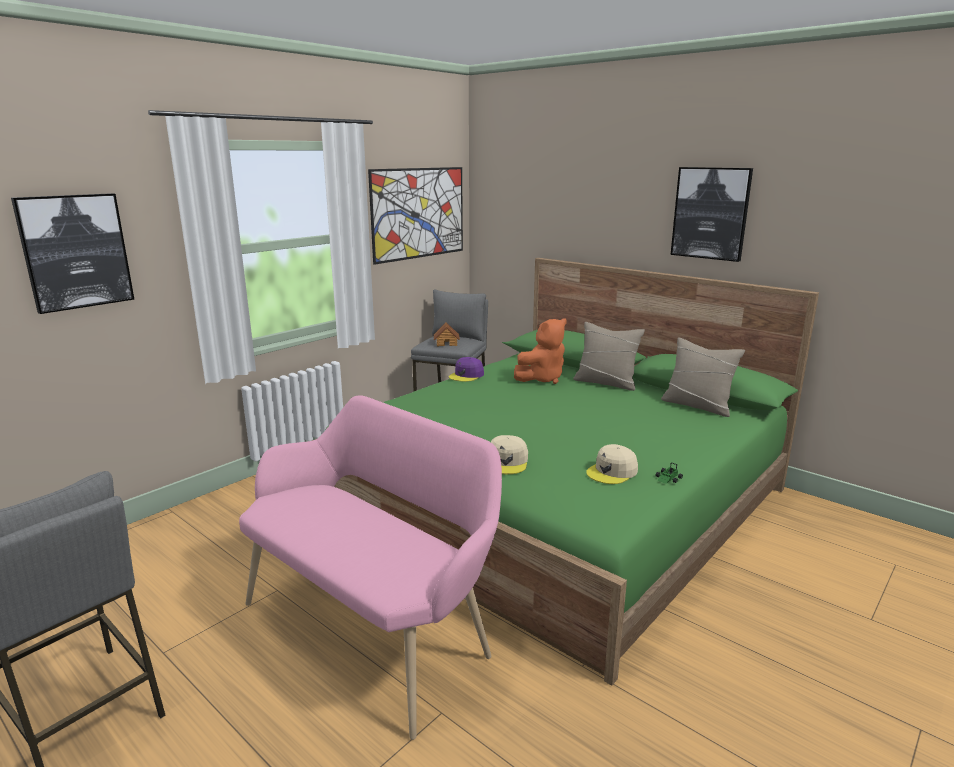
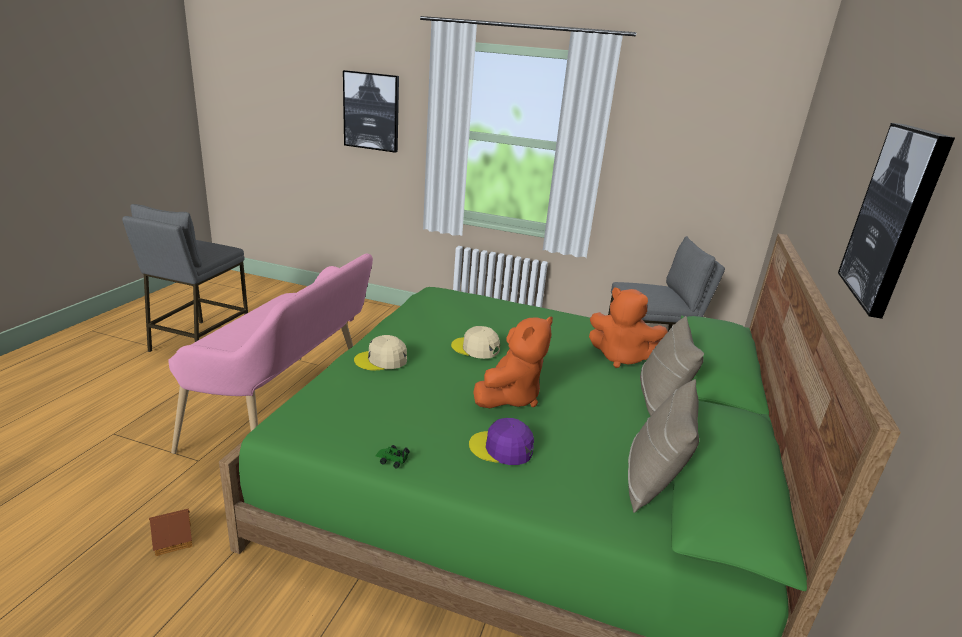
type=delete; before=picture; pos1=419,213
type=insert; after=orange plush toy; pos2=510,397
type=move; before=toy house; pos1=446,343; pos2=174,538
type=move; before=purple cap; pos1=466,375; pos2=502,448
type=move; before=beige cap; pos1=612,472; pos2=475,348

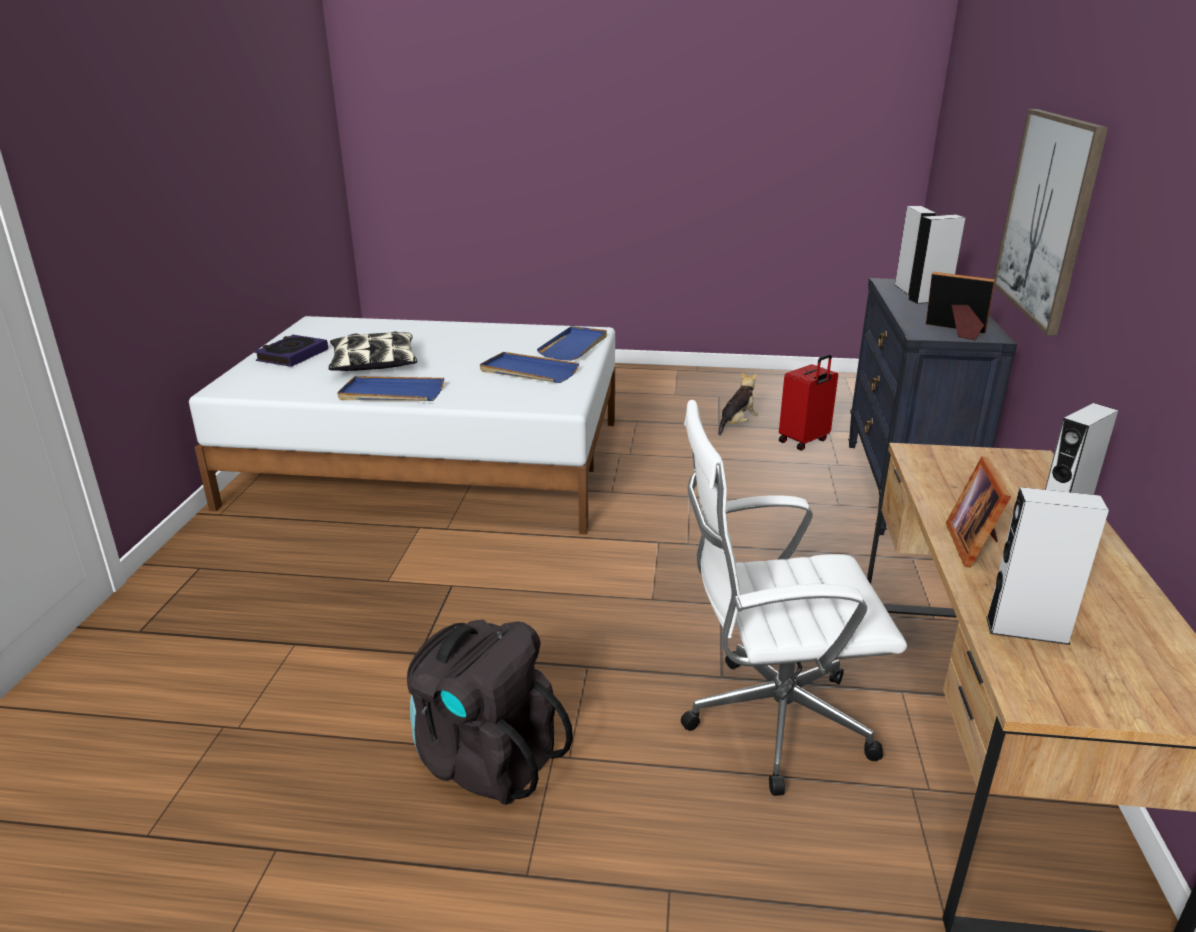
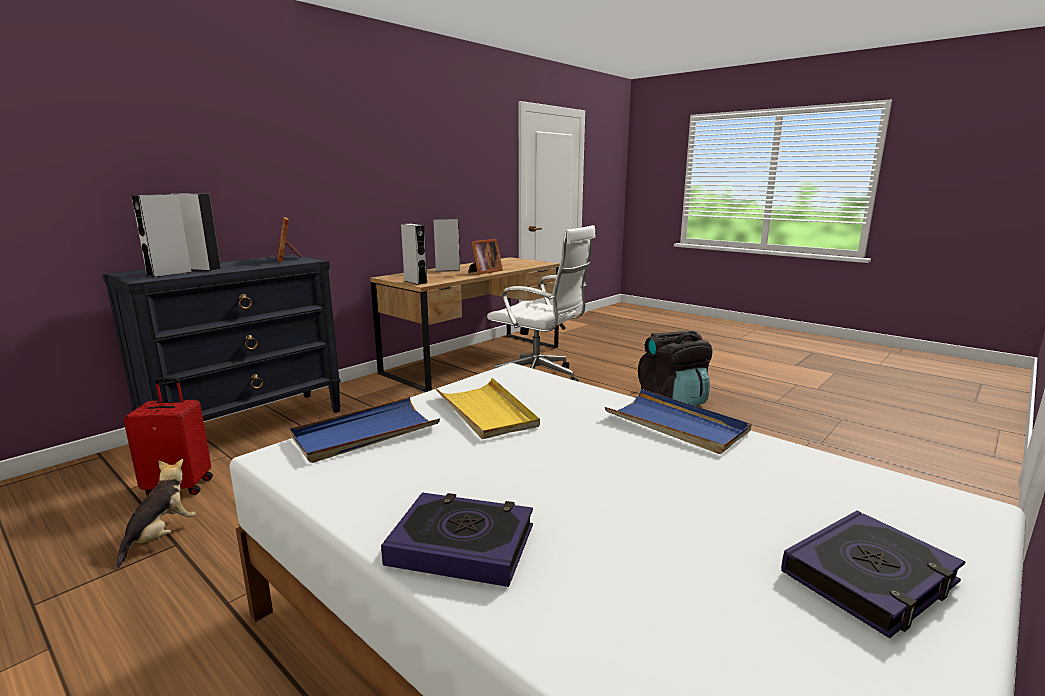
type=delete; before=pillow; pos1=374,363
type=delete; before=picture; pos1=1046,217
type=insert; after=book; pos2=462,545
type=move; before=grey speaker; pos1=1027,630; pos2=415,282
type=recolor; before=blue tray; after=yellow tray; pos1=528,371; pos2=486,411
type=rotate; before=plush toy; pos1=736,424; pos2=160,536; turn=120

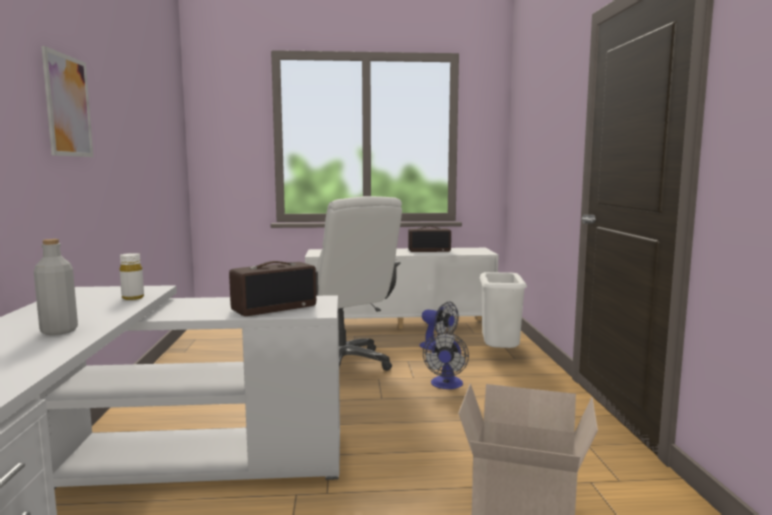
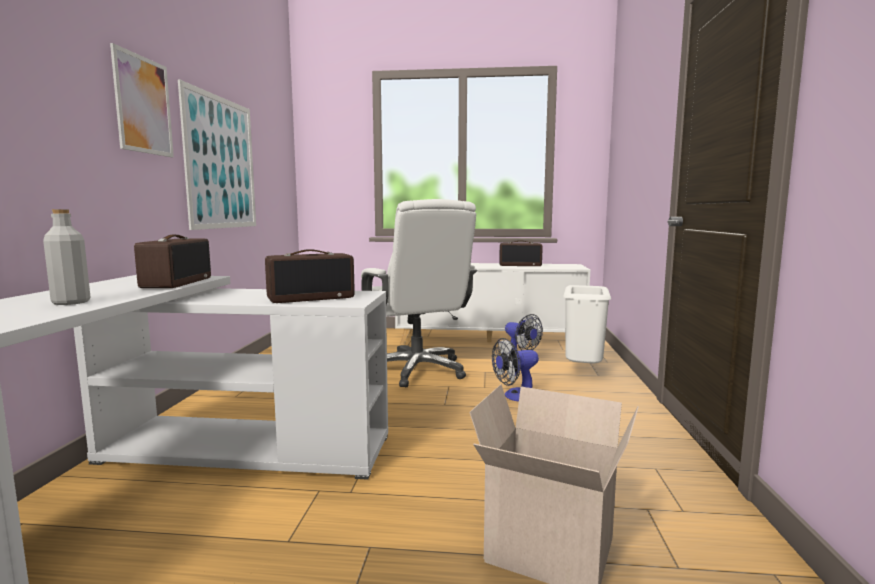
type=insert; after=picture; pos2=221,163
type=replace; before=white bottle; after=radio; pos1=133,298; pos2=176,282
type=rotate; before=fan; pos1=446,385; pos2=516,396; turn=45

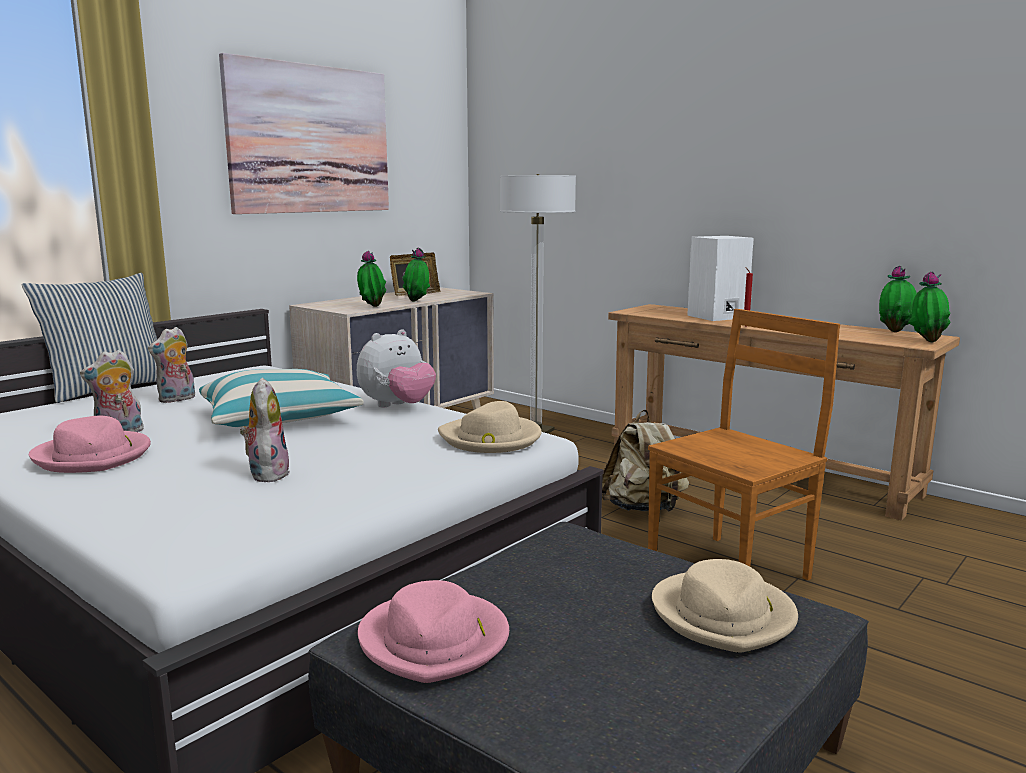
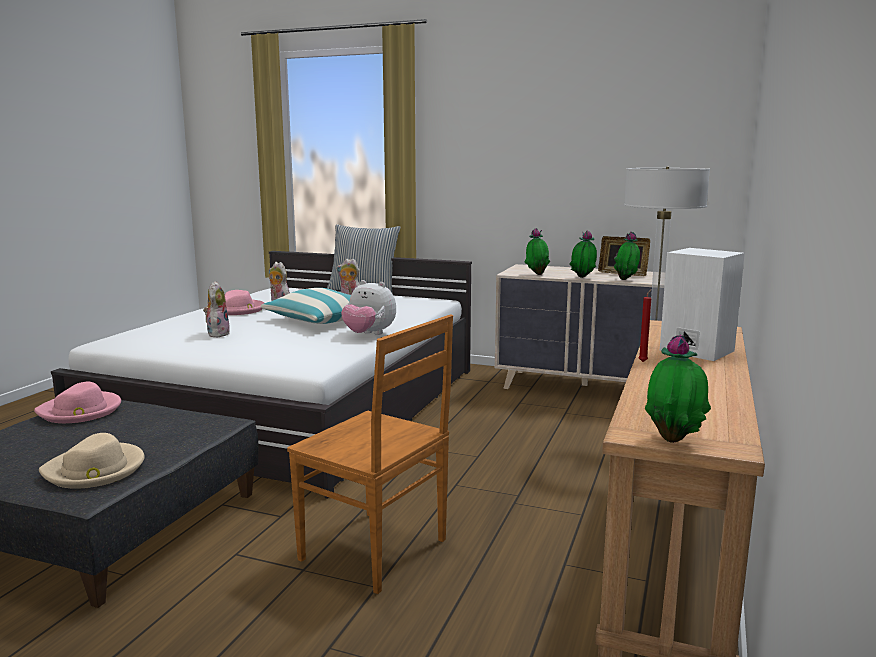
type=delete; before=picture; pos1=310,139
type=delete; before=beige hat; pos1=490,439
type=delete; before=beige backpack; pos1=643,509
type=move; before=potted plant; pos1=895,331; pos2=626,280
type=rotate; before=plush toy; pos1=267,473; pos2=217,334; turn=-60

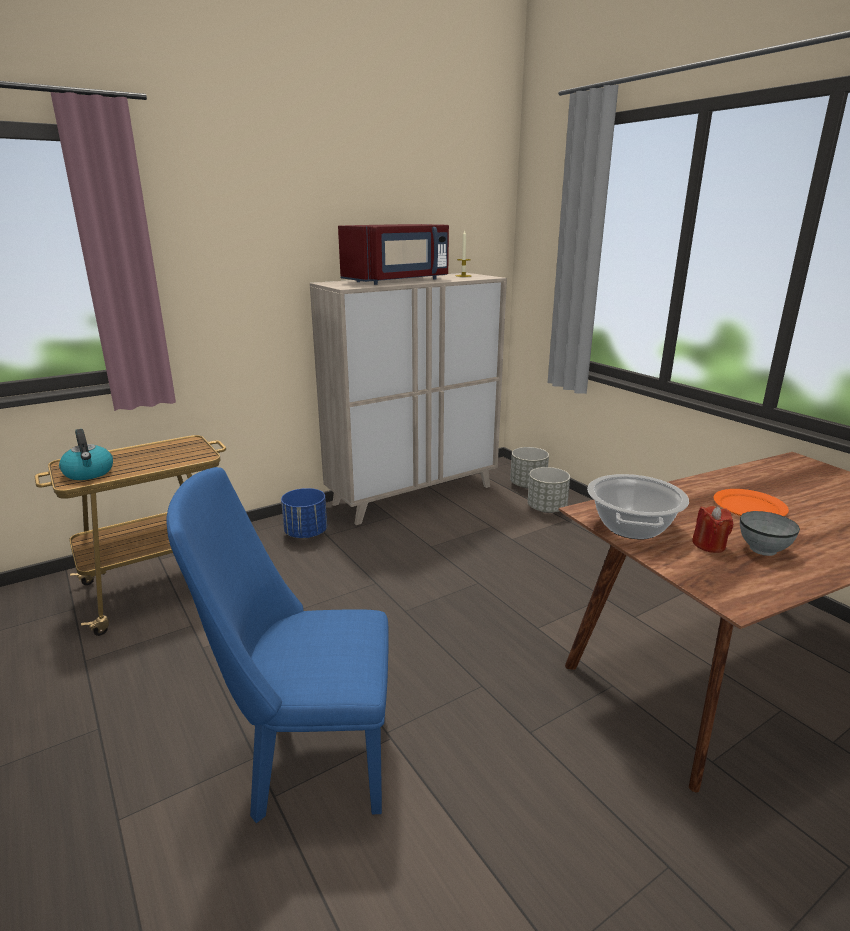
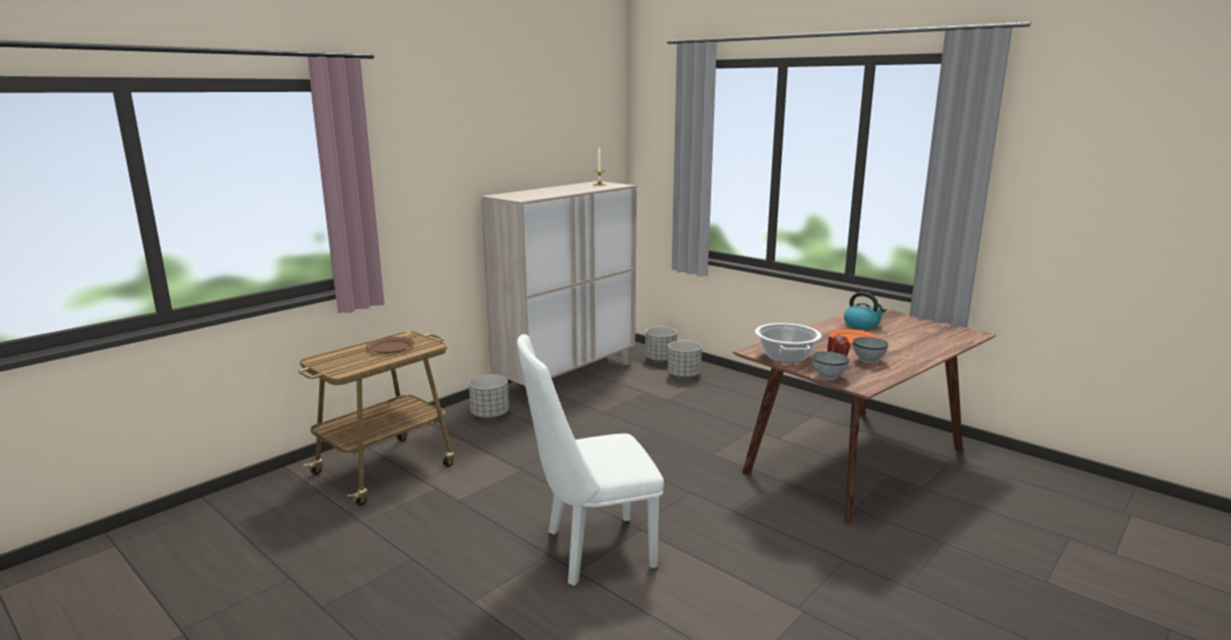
type=delete; before=red microwave; pos1=398,281
type=insert; after=brown plate; pos2=390,347
type=insert; after=grey bowl; pos2=828,376
type=move; before=kettle; pos1=89,473; pos2=862,325
type=recolor; before=blue chair; after=white chair; pos1=309,762; pos2=590,551
type=recolor; before=blue planter; after=grey planter; pos1=306,533; pos2=490,415

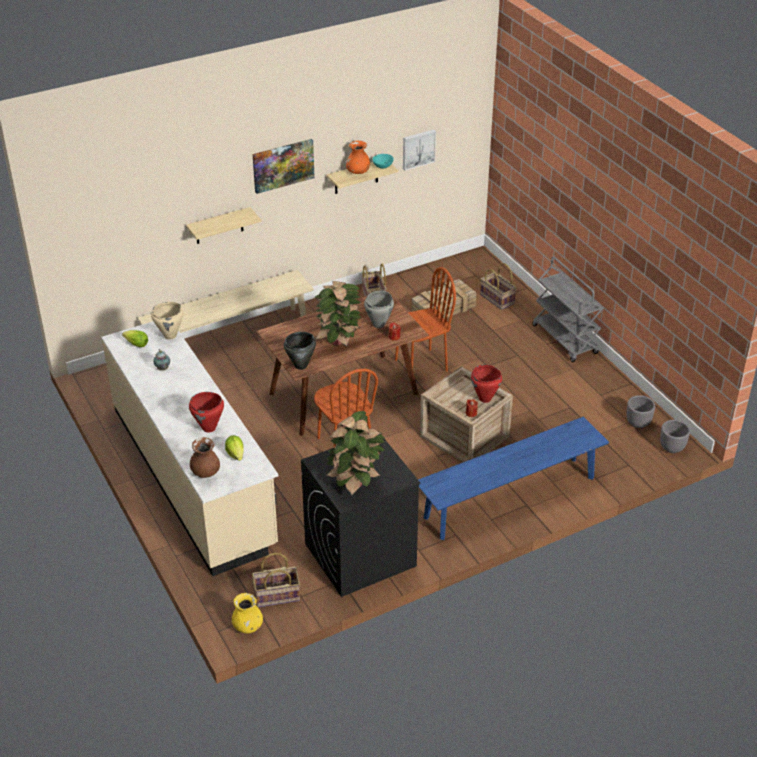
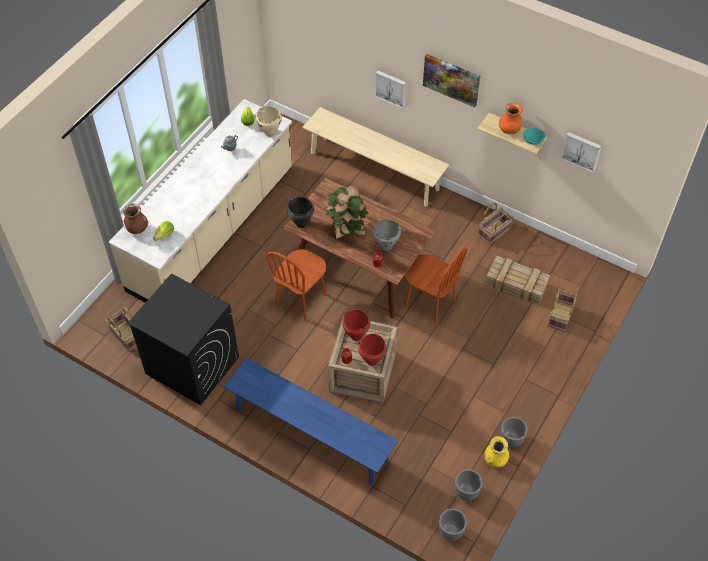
type=delete; before=potted plant; pos1=355,483
type=delete; before=grey cart; pos1=565,339
type=insert; after=grey planter; pos2=511,439
type=move; before=red cooking pot; pos1=209,428; pos2=356,336
type=move; before=yellow vase; pos1=248,626; pos2=495,459
type=replace; before=shelf; after=picture; pos1=219,226; pos2=391,88

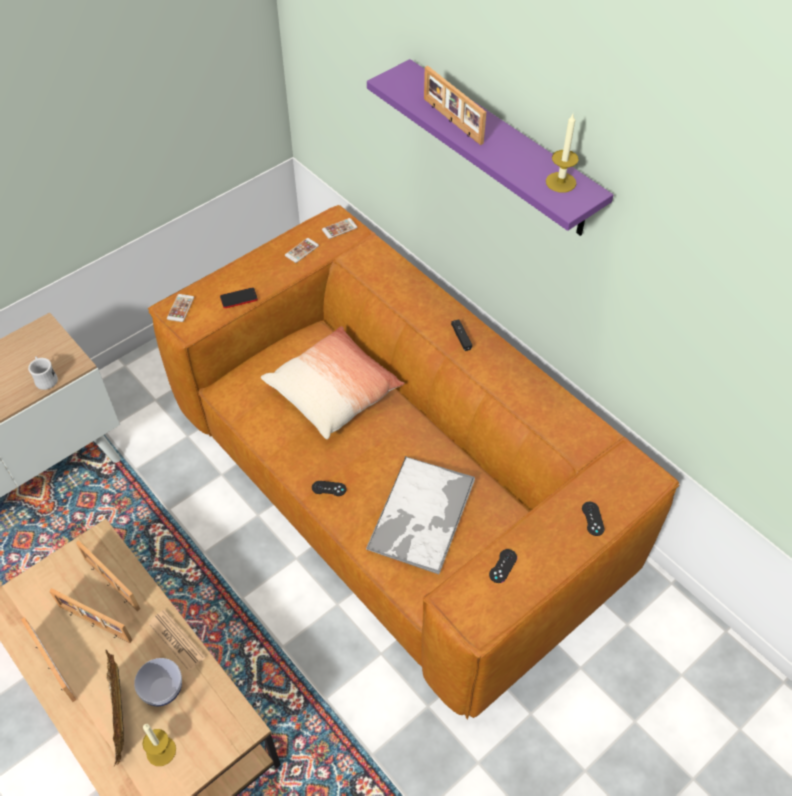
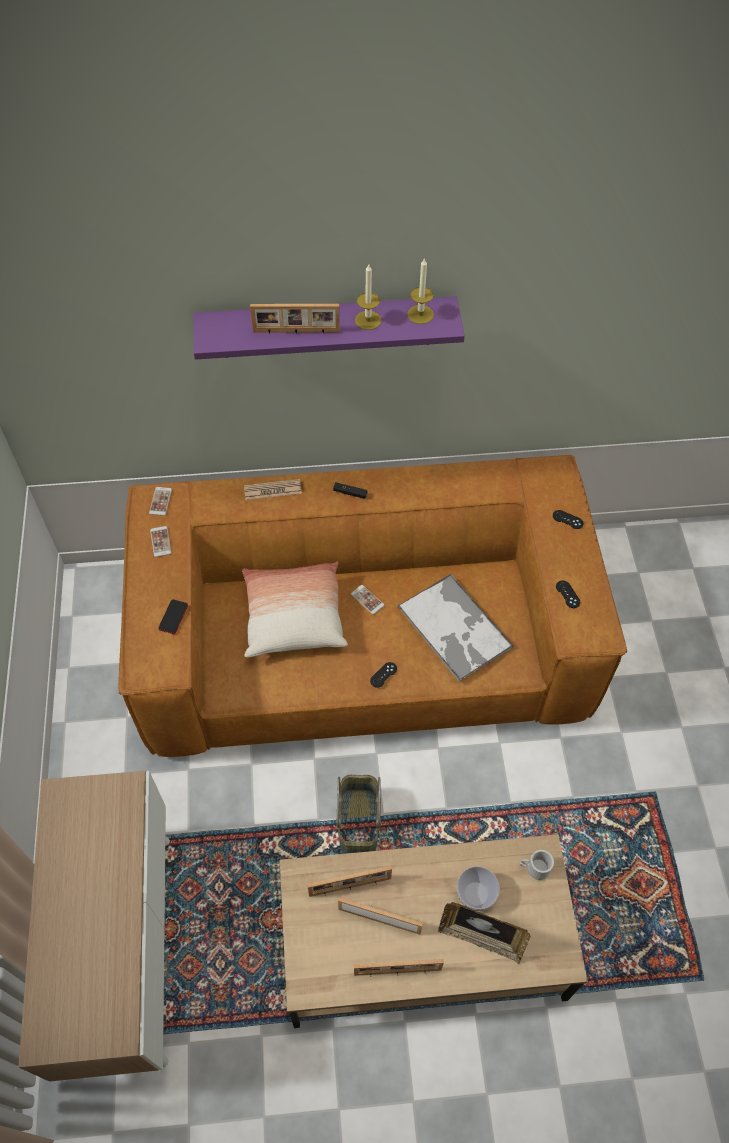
type=insert; after=basket; pos2=357,822
type=move; before=white mug; pos1=45,379; pos2=534,868
type=move; before=candle; pos1=161,751; pos2=368,320
type=move; before=newspaper; pos1=177,640; pos2=272,490
type=move; before=phone; pos1=180,308; pos2=367,599
type=rotate; before=picture frame; pos1=94,624; pos2=380,919; turn=-135

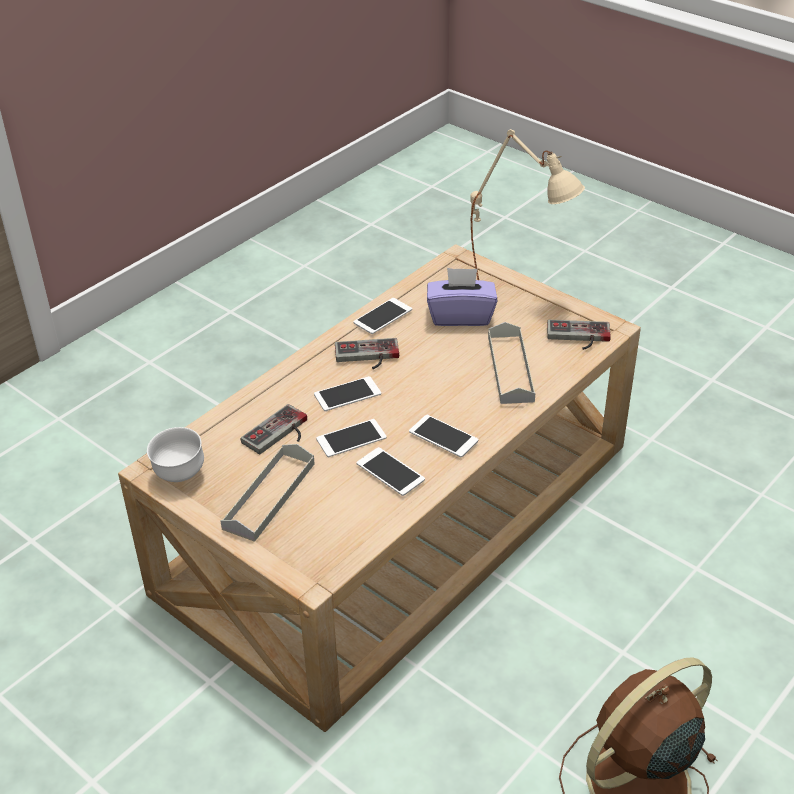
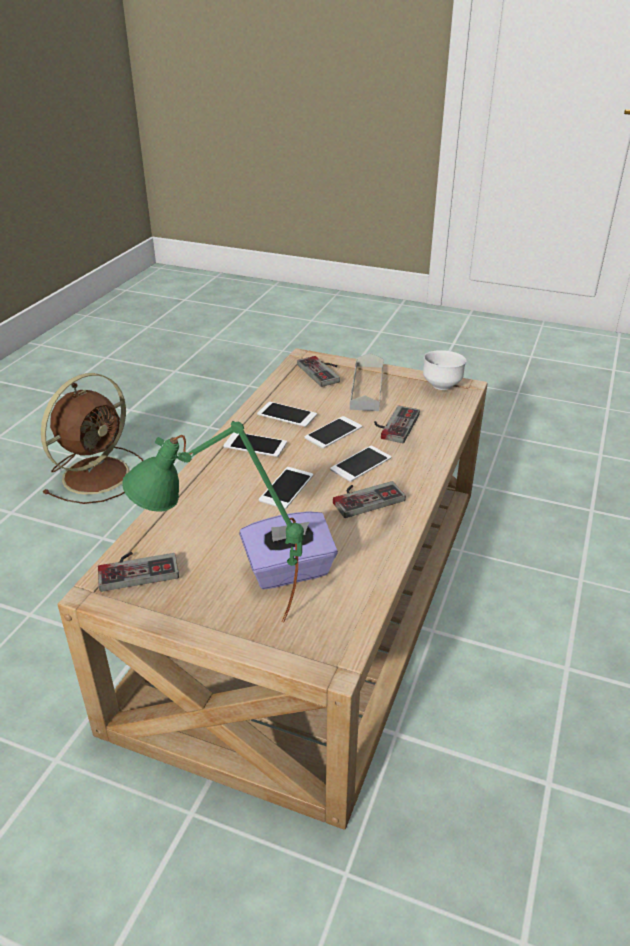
type=delete; before=grey tray; pos1=510,368
type=insert; after=game controller; pos2=323,371
type=move; before=phone; pos1=383,316; pos2=286,488
type=recolor; before=beige table lamp; after=green table lamp; pos1=520,289; pos2=226,630

